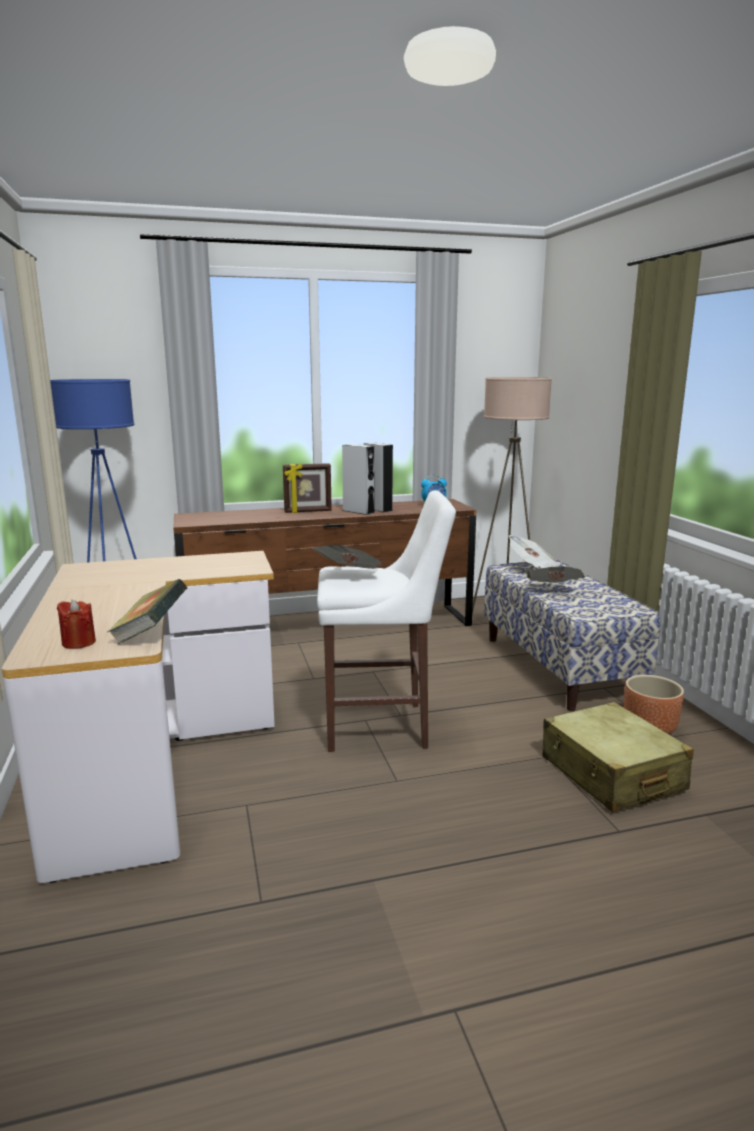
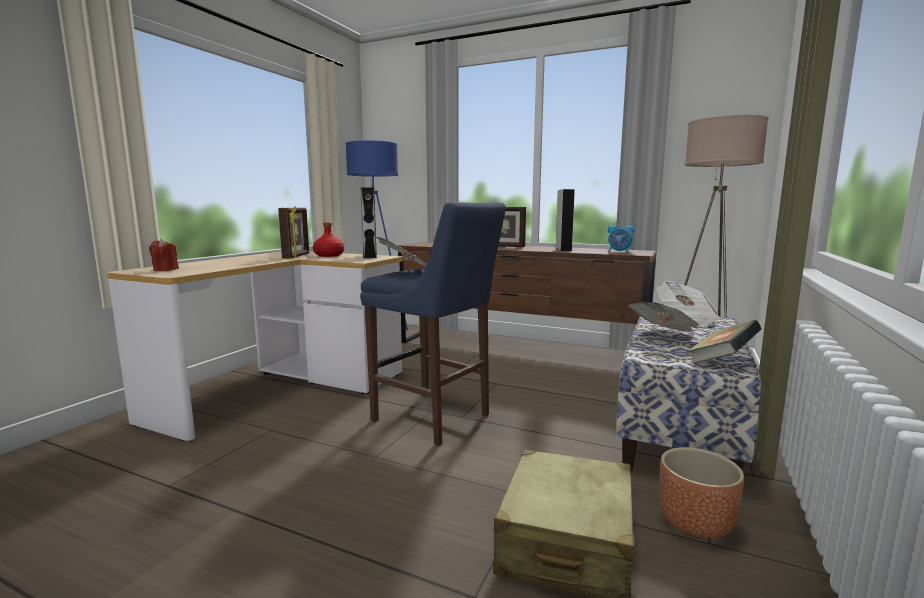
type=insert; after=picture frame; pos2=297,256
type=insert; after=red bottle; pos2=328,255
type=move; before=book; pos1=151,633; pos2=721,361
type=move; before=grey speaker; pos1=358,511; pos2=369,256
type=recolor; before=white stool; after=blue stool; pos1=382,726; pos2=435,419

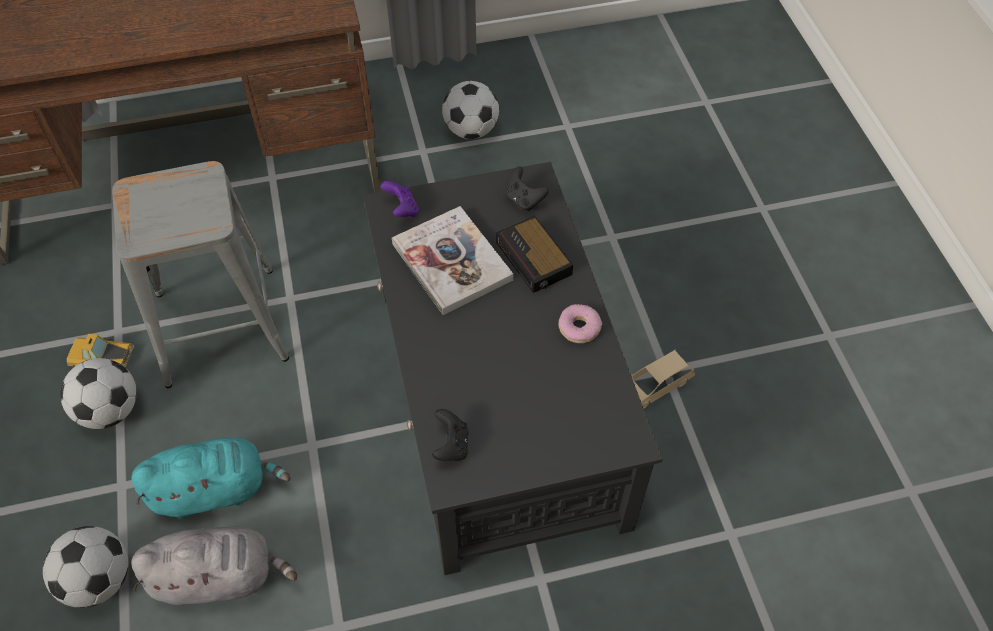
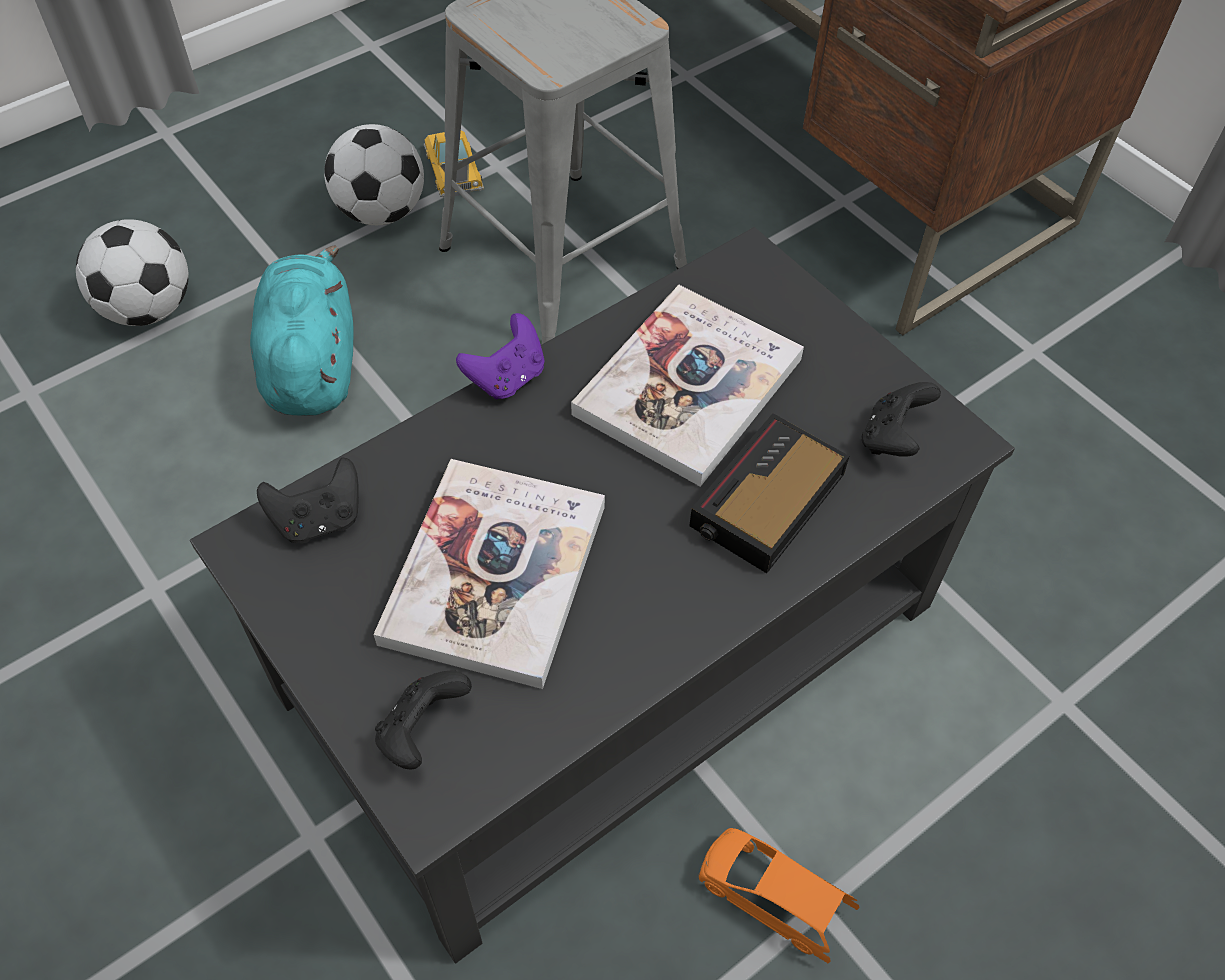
type=delete; before=grey plush toy; pos1=220,576
type=delete; before=football; pos1=471,130
type=delete; before=donut; pos1=579,327
type=insert; after=book; pos2=495,574
type=insert; after=black game controller; pos2=422,731
type=move; before=purple game controller; pos1=402,210; pos2=507,378
type=recolor; before=beige toy car; after=orange toy car; pos1=654,386; pos2=772,897
type=rotate; before=turquoise plush toy; pos1=215,489; pos2=311,363; turn=-150

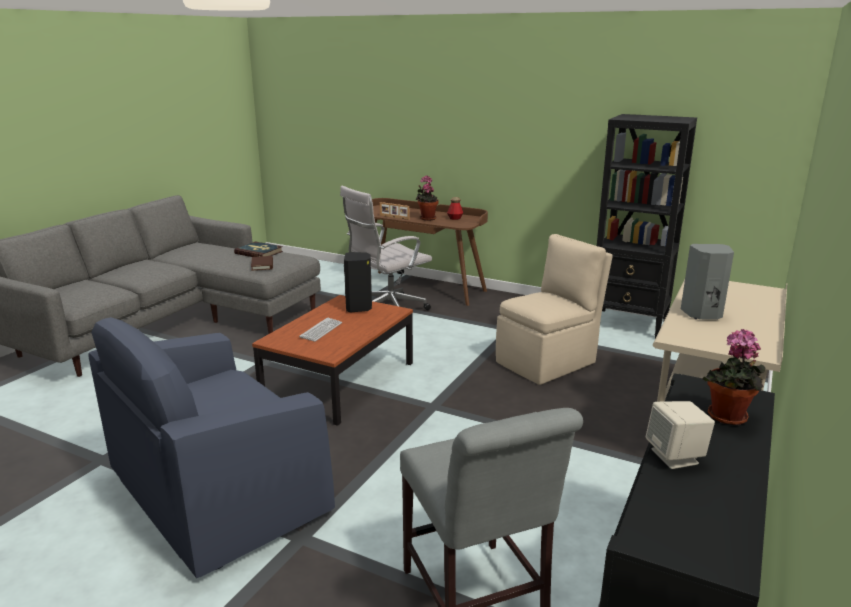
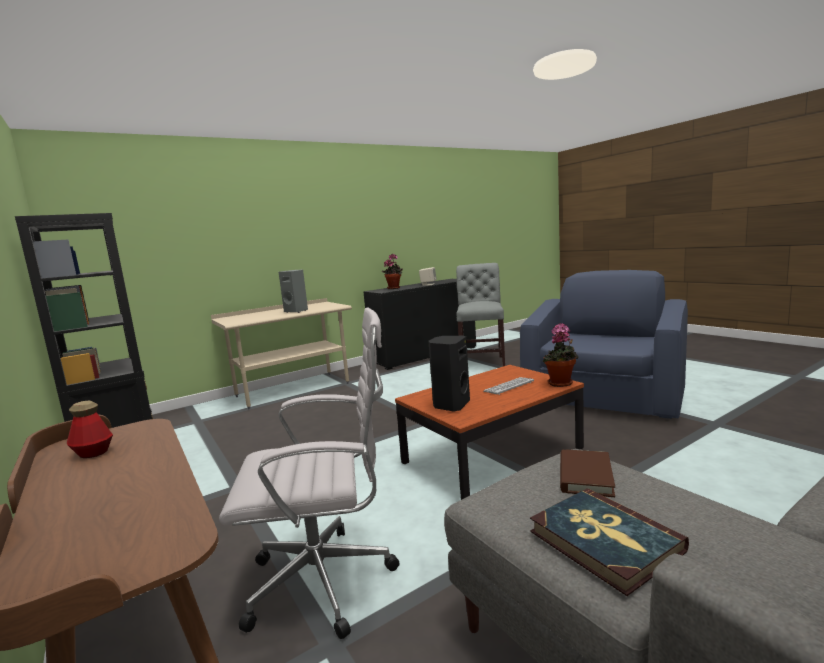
type=delete; before=picture frame; pos1=394,217
type=delete; before=beige chair; pos1=548,362
type=move; before=potted plant; pos1=427,218; pos2=561,384
type=rotate; before=blue armchair; pos1=218,493; pos2=603,397; turn=-45

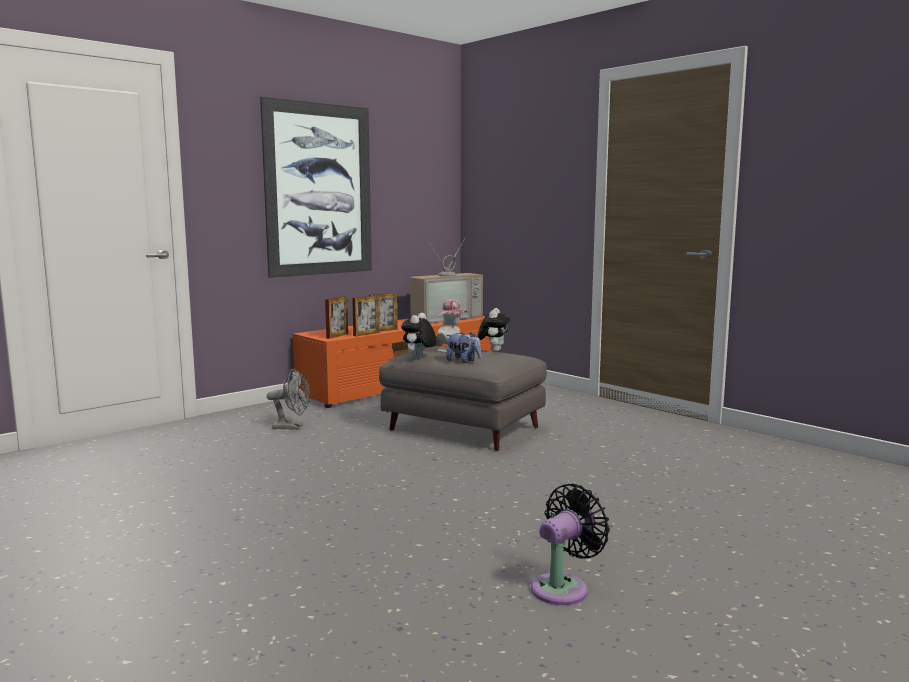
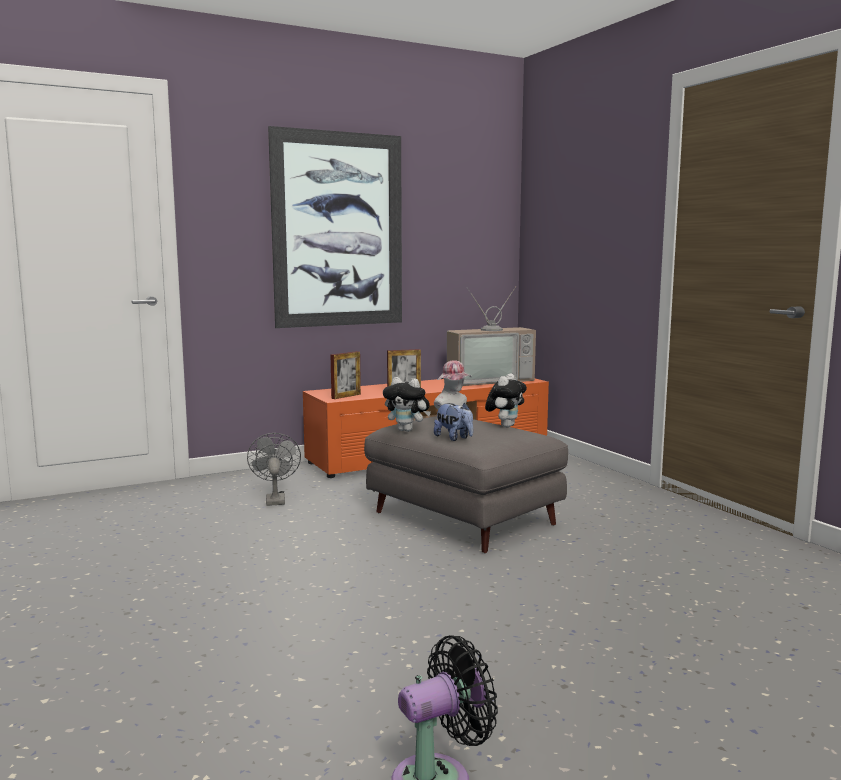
type=delete; before=picture frame; pos1=366,334
type=rotate; before=grey fan; pos1=292,427; pos2=275,499; turn=-120
type=rotate; before=plush toy; pos1=419,358; pos2=407,430; turn=-105

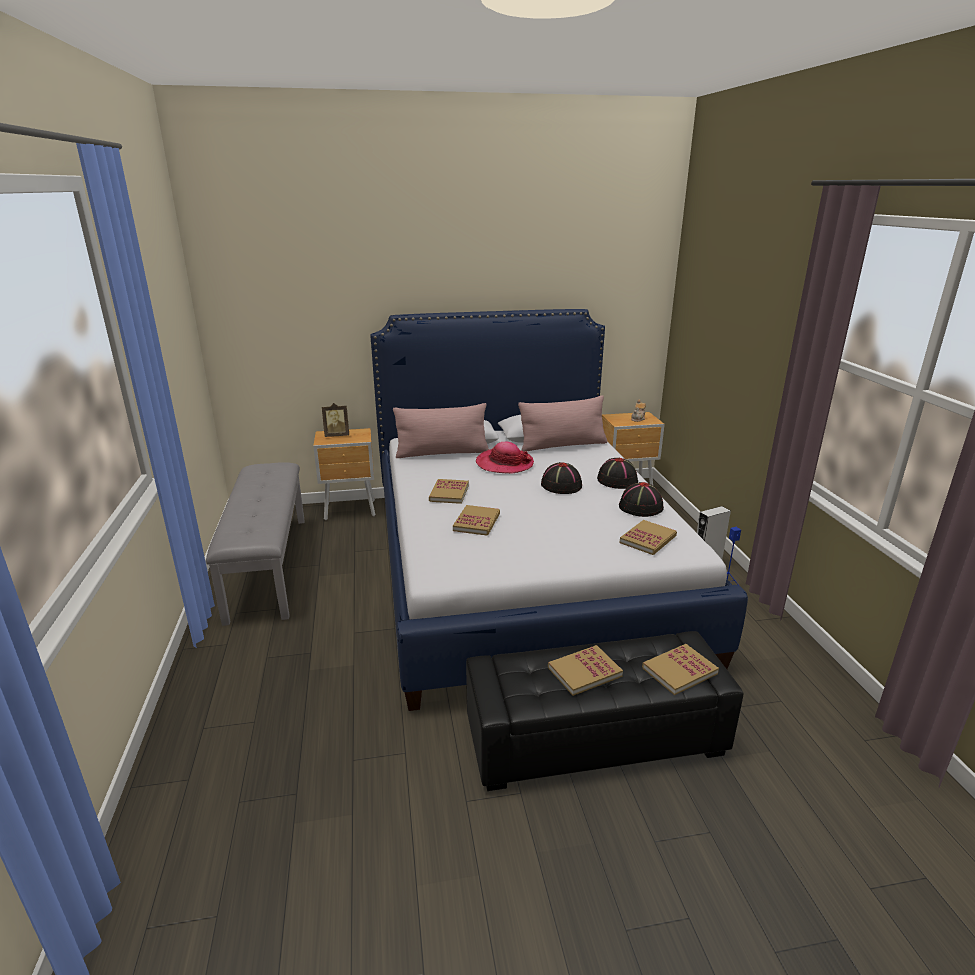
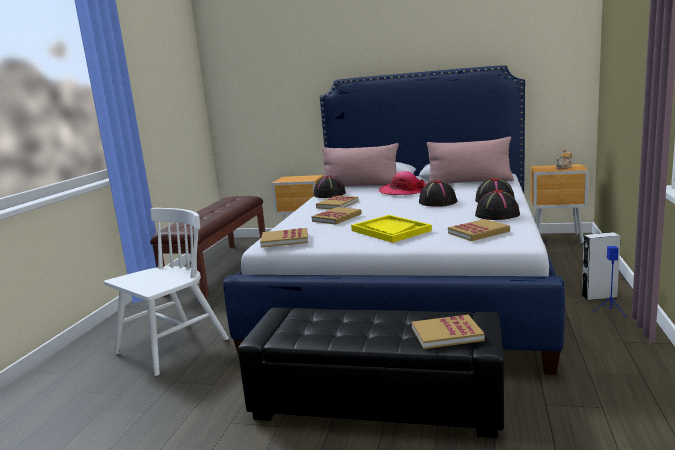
type=delete; before=picture frame; pos1=337,435
type=insert; after=white chair; pos2=171,347
type=insert; after=black hat; pos2=329,195
type=insert; after=yellow tray; pos2=390,230
type=move; before=book; pos1=584,672; pos2=284,240
type=recolor; before=grey bench; after=brown bench; pos1=267,566; pos2=219,268

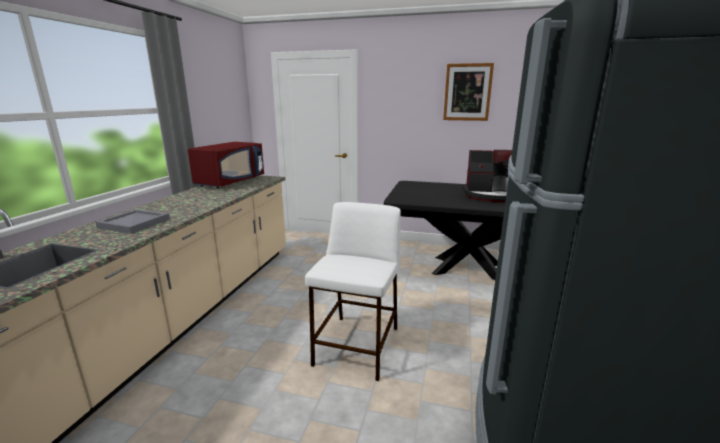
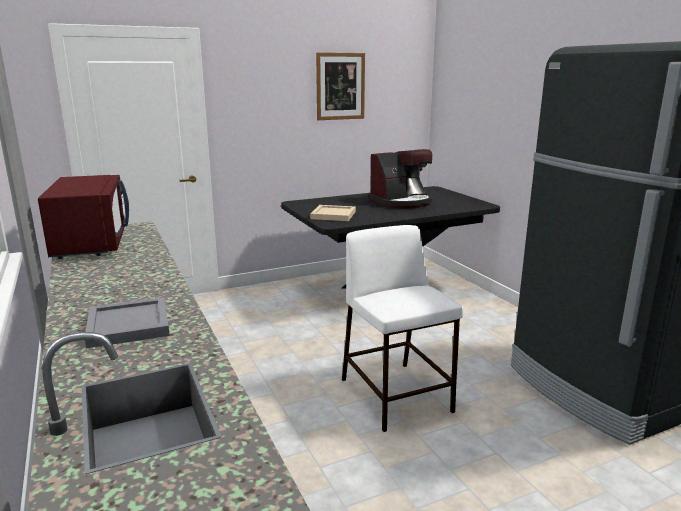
type=insert; after=beige tray; pos2=334,215

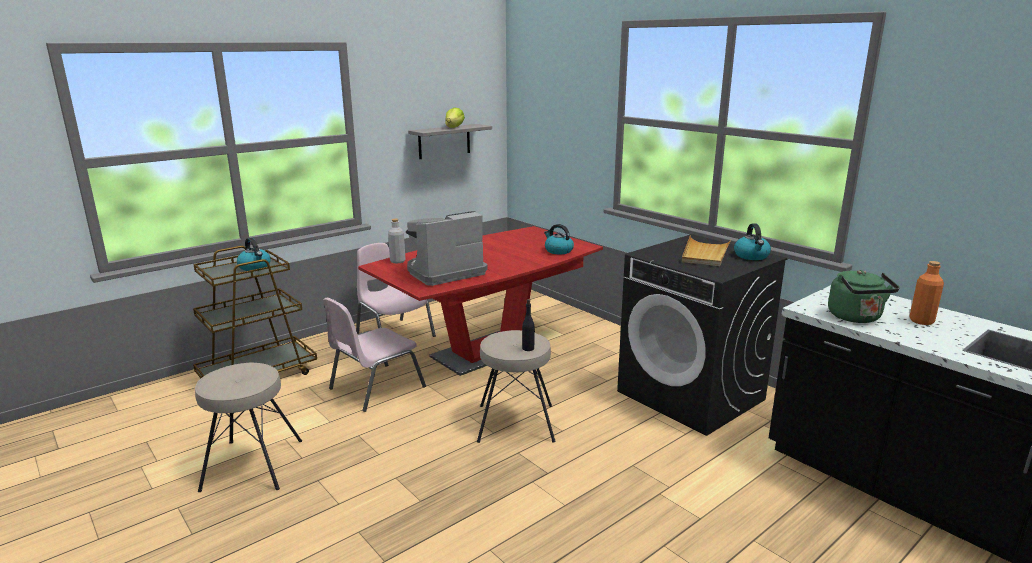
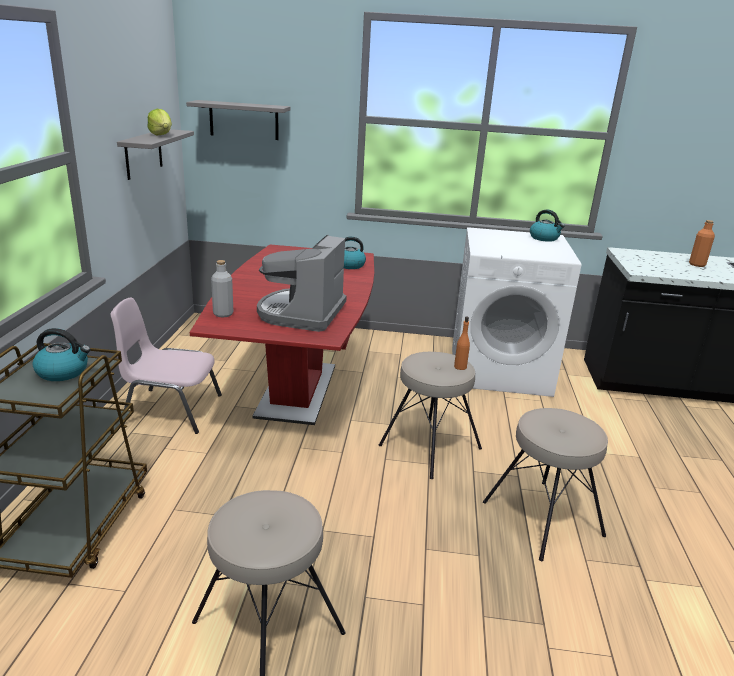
type=delete; before=pink chair; pos1=375,388
type=delete; before=beige tray; pos1=705,254
type=delete; before=green kettle; pos1=856,318
type=insert; after=grey shelf; pos2=244,120
type=insert; after=beige stool; pos2=543,518
type=recolor; before=black bottle; after=orange bottle; pos1=528,348; pos2=460,367
type=recolor; before=black washing machine; after=white washing machine; pos1=691,396; pos2=500,370

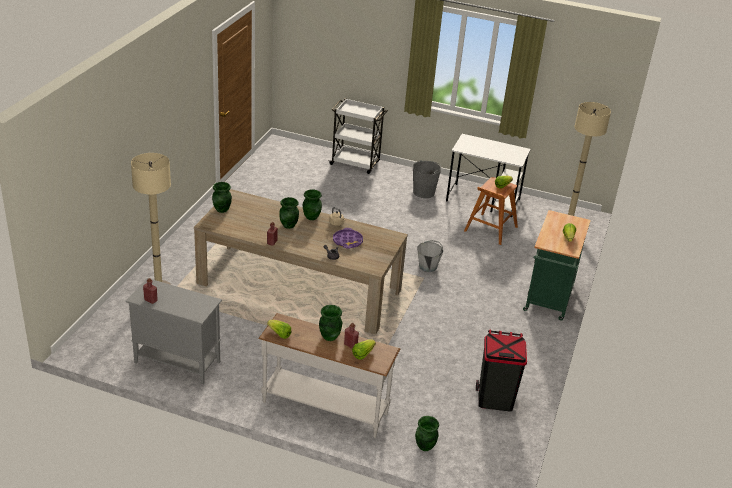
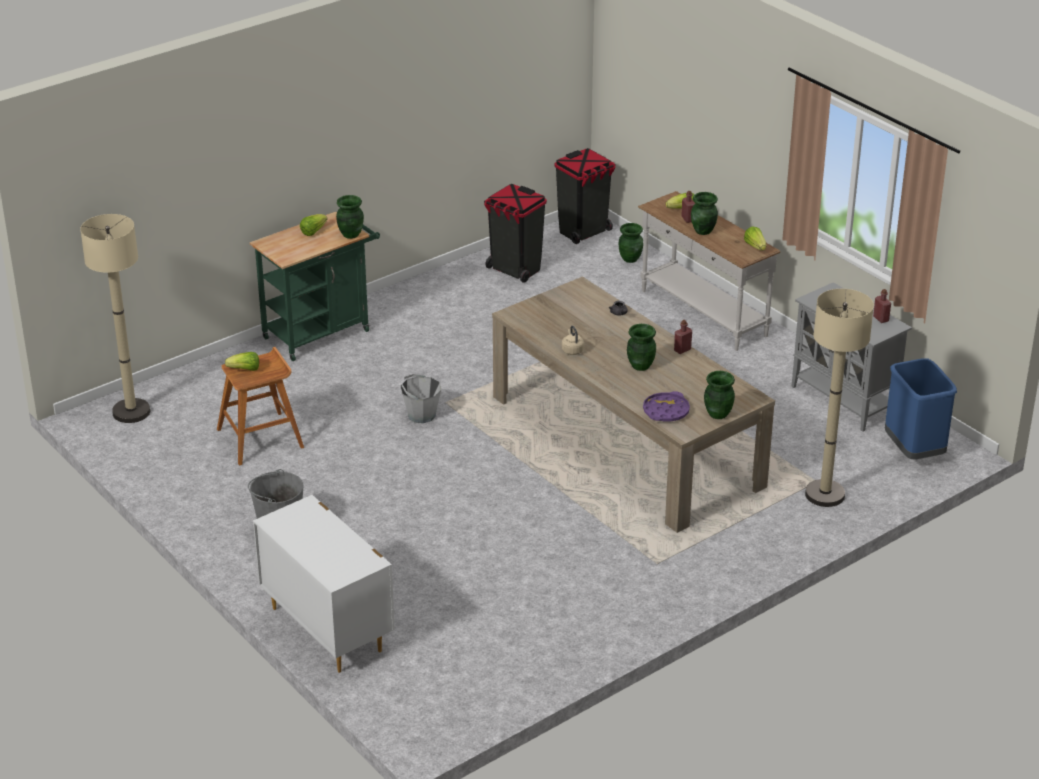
type=delete; before=white desk; pos1=483,200
type=insert; after=black trash can; pos2=583,232
type=insert; after=blue trash can; pos2=914,451
type=move; before=green vase; pos1=311,217; pos2=350,234
type=move; before=purple tray; pos1=347,241; pos2=666,411
type=replace; before=white cart; after=white dresser; pos1=355,163; pos2=327,628

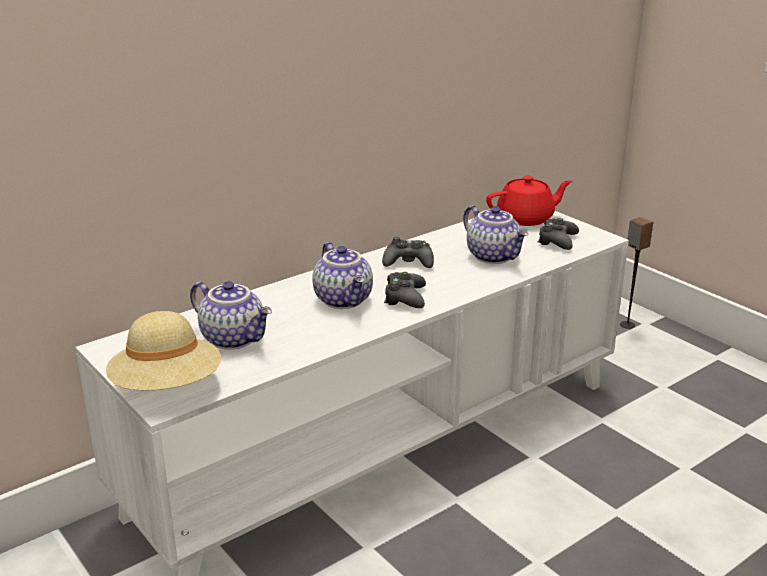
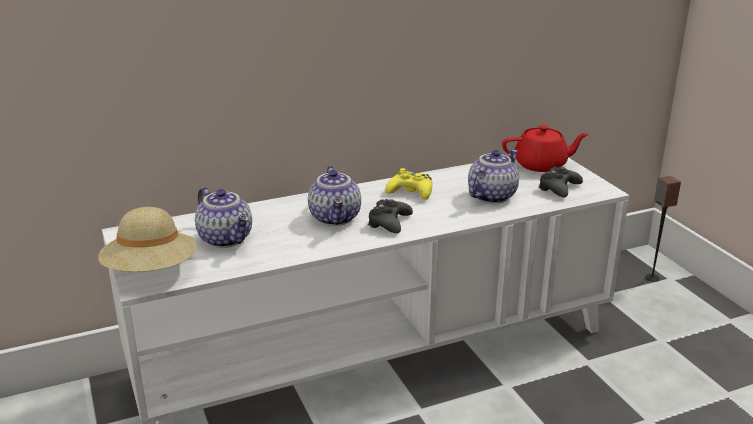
type=recolor; before=black game controller; after=yellow game controller; pos1=408,262; pos2=411,192
type=rotate; before=teapot; pos1=494,256; pos2=491,196; turn=-120

